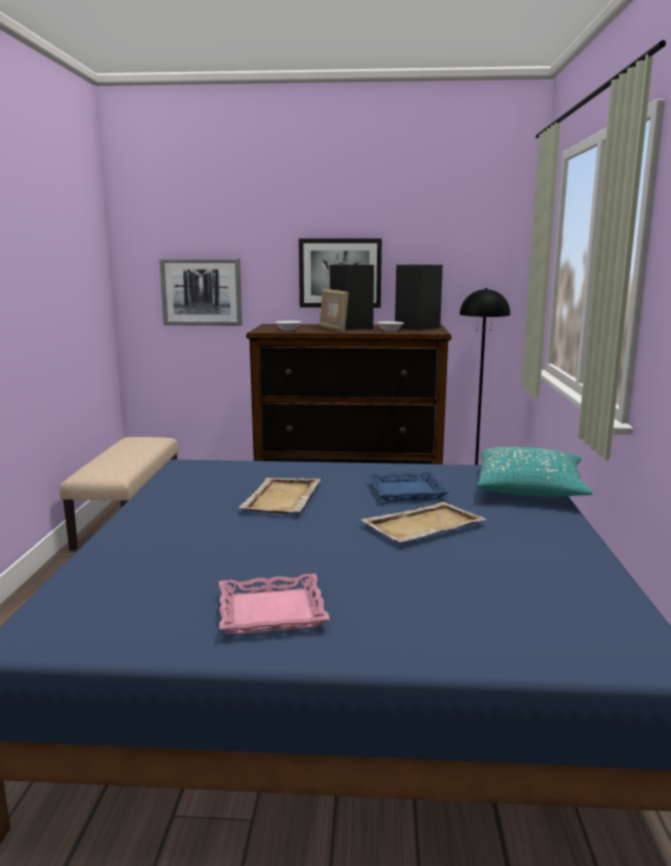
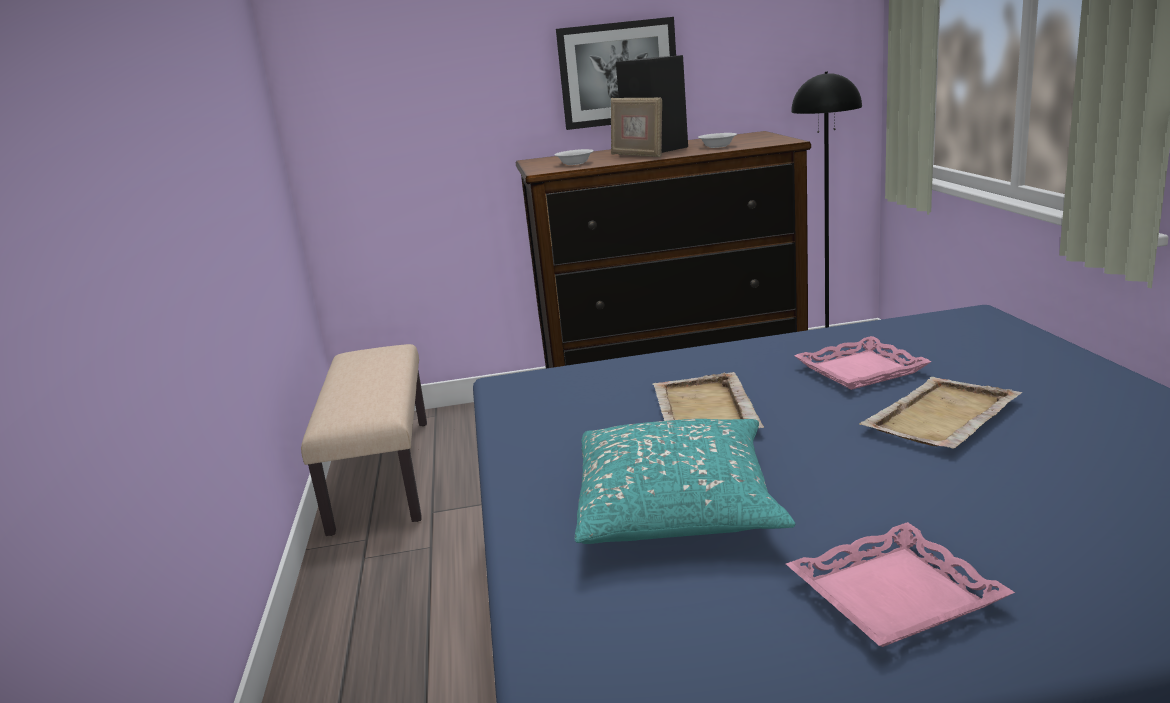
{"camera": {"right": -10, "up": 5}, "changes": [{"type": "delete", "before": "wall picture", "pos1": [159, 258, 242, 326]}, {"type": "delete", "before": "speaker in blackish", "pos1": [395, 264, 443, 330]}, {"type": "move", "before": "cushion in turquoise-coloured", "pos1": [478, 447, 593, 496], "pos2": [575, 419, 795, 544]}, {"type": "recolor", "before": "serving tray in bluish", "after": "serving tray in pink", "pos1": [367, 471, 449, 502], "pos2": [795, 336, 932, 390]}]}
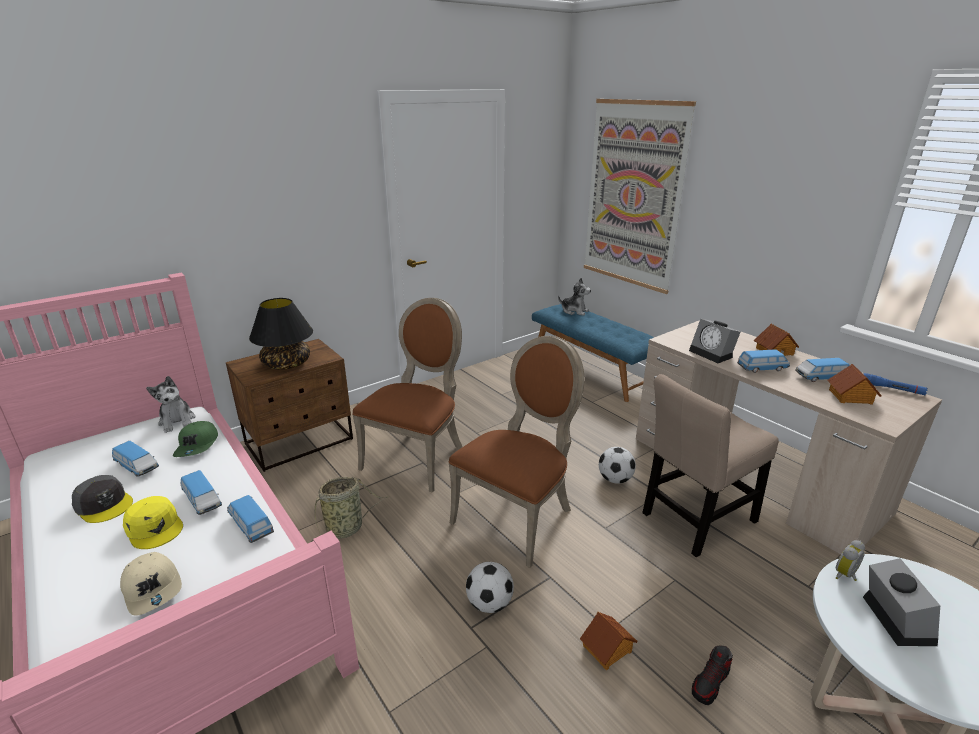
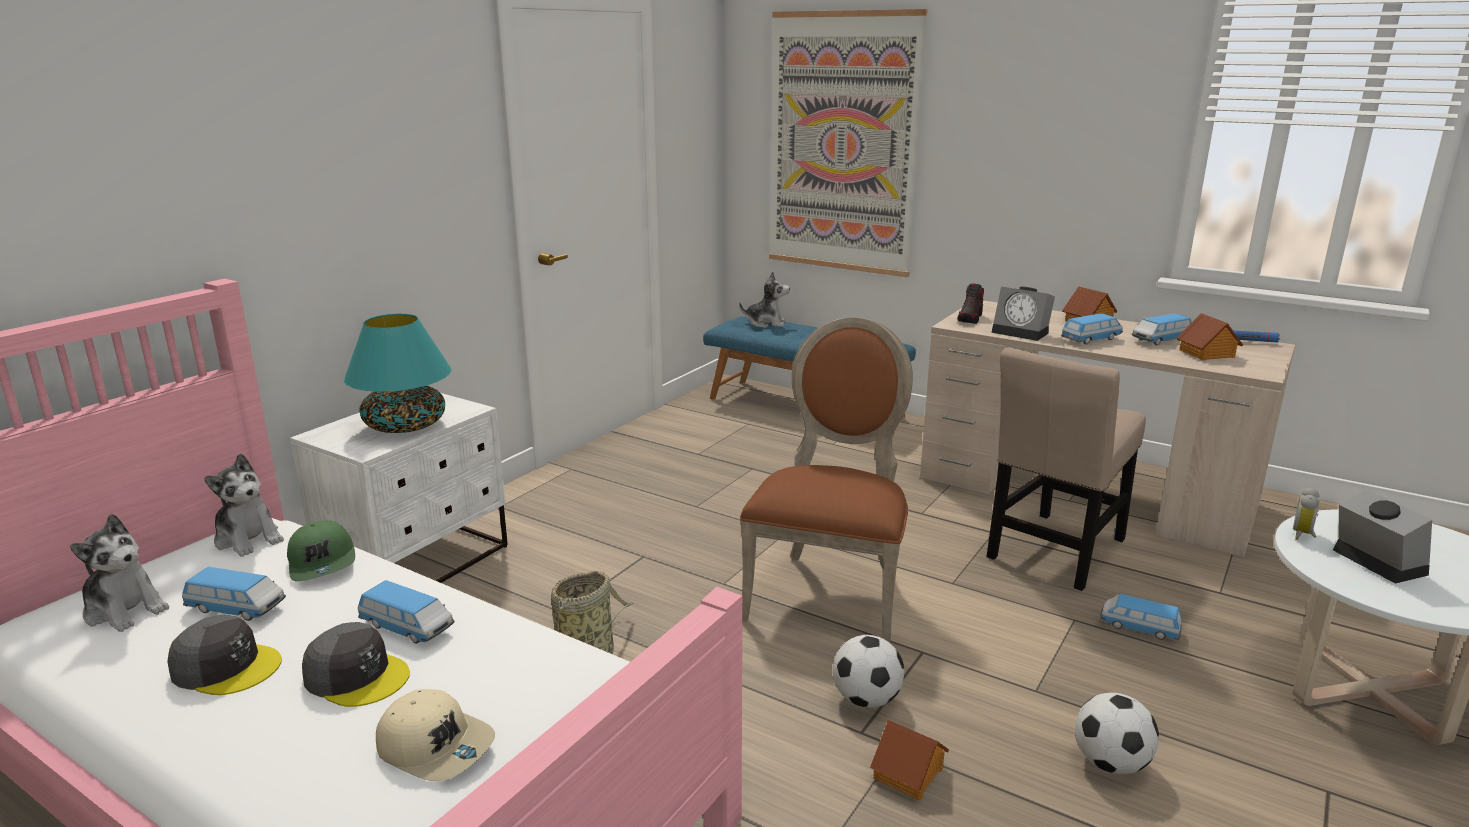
{"camera": {"right": -20, "up": -5}, "changes": [{"type": "recolor", "before": "lamp for a table in blackish", "after": "lamp for a table in turquoise-coloured", "pos1": [249, 298, 313, 370], "pos2": [344, 313, 451, 433]}, {"type": "delete", "before": "plain chair in brownish", "pos1": [352, 298, 462, 493]}, {"type": "recolor", "before": "bedside table in brownish", "after": "bedside table in whitish", "pos1": [226, 339, 353, 472], "pos2": [290, 393, 508, 583]}, {"type": "move", "before": "ball for football", "pos1": [599, 447, 636, 484], "pos2": [1075, 693, 1159, 774]}, {"type": "move", "before": "toy car", "pos1": [227, 495, 274, 543], "pos2": [1101, 594, 1182, 640]}, {"type": "recolor", "before": "peaked cap in yellow", "after": "peaked cap in greyish", "pos1": [123, 496, 183, 549], "pos2": [302, 622, 410, 707]}, {"type": "move", "before": "miniature house", "pos1": [580, 612, 638, 670], "pos2": [870, 720, 949, 800]}, {"type": "move", "before": "low shoe", "pos1": [692, 645, 733, 705], "pos2": [957, 283, 984, 324]}, {"type": "insert", "after": "cuddly toy", "pos2": [70, 514, 169, 632]}]}
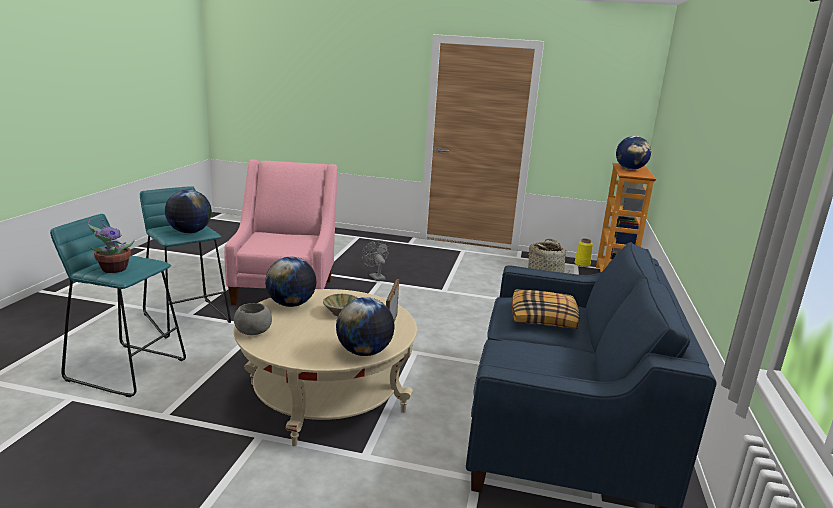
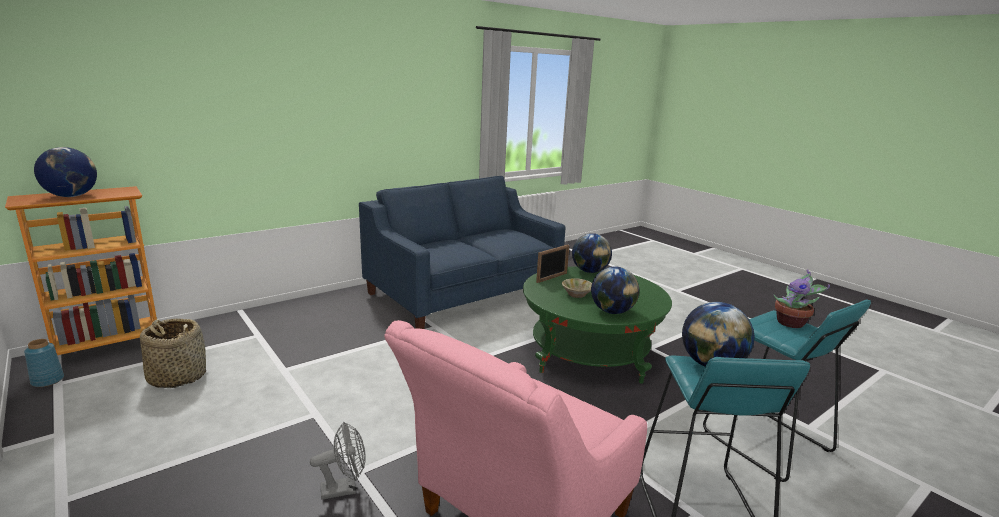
{"camera": {"right": -140, "up": 0}, "changes": [{"type": "recolor", "before": "flower vase in yellow", "after": "flower vase in bluish", "pos1": [574, 238, 593, 267], "pos2": [24, 339, 64, 387]}, {"type": "rotate", "before": "electric fan in greyish", "pos1": [361, 240, 389, 281], "pos2": [310, 422, 366, 500], "turn": -120}, {"type": "recolor", "before": "low table in beige-coloured", "after": "low table in greenish", "pos1": [234, 289, 417, 446], "pos2": [523, 266, 672, 384]}, {"type": "delete", "before": "cushion", "pos1": [512, 289, 580, 329]}, {"type": "delete", "before": "bowl in greyish", "pos1": [234, 303, 272, 335]}]}
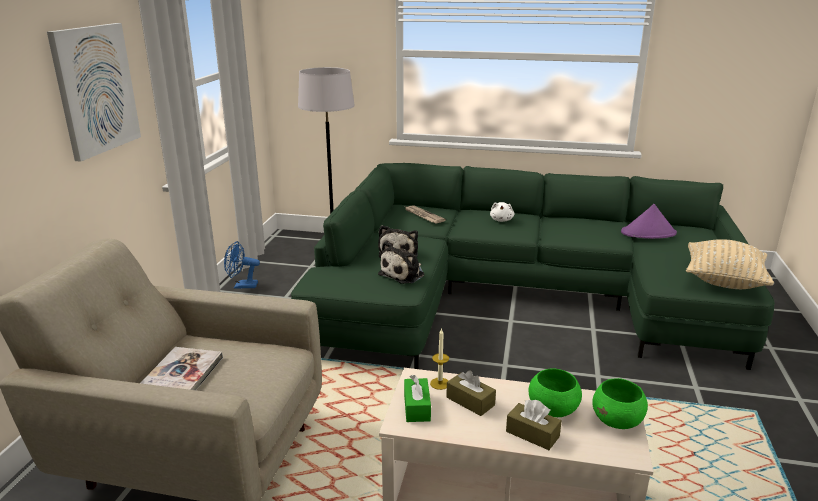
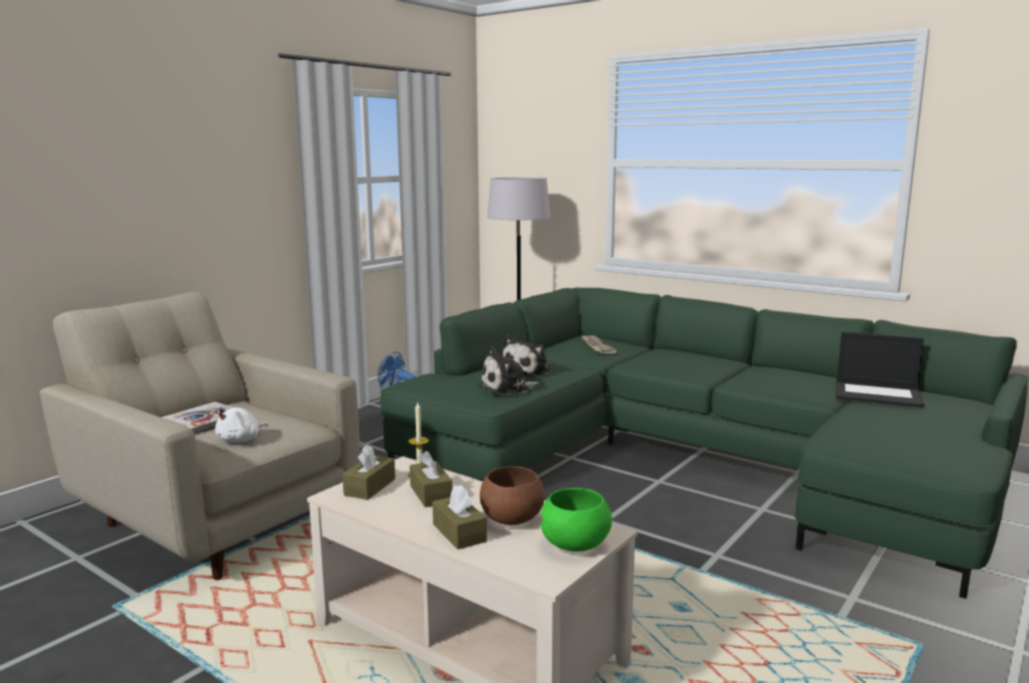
{"camera": {"right": 25, "up": -10}, "changes": [{"type": "delete", "before": "wall picture", "pos1": [47, 23, 141, 162]}, {"type": "move", "before": "cuddly toy in whitish", "pos1": [490, 202, 514, 222], "pos2": [215, 406, 269, 443]}, {"type": "replace", "before": "clothing hat in purple", "after": "laptop", "pos1": [621, 204, 677, 239], "pos2": [836, 332, 924, 408]}, {"type": "delete", "before": "cushion in beige-coloured", "pos1": [686, 239, 774, 289]}, {"type": "recolor", "before": "bowl in greenish", "after": "bowl in brownish", "pos1": [529, 368, 582, 417], "pos2": [480, 467, 545, 525]}, {"type": "recolor", "before": "tissue box in greenish", "after": "tissue box in brownish", "pos1": [404, 375, 431, 422], "pos2": [342, 444, 395, 500]}]}
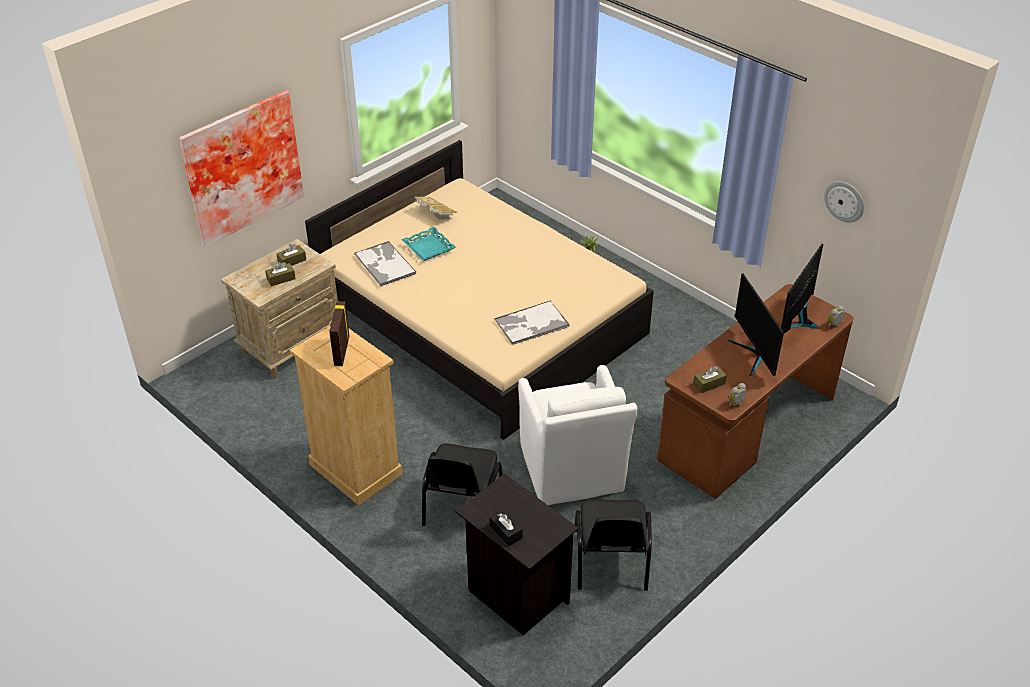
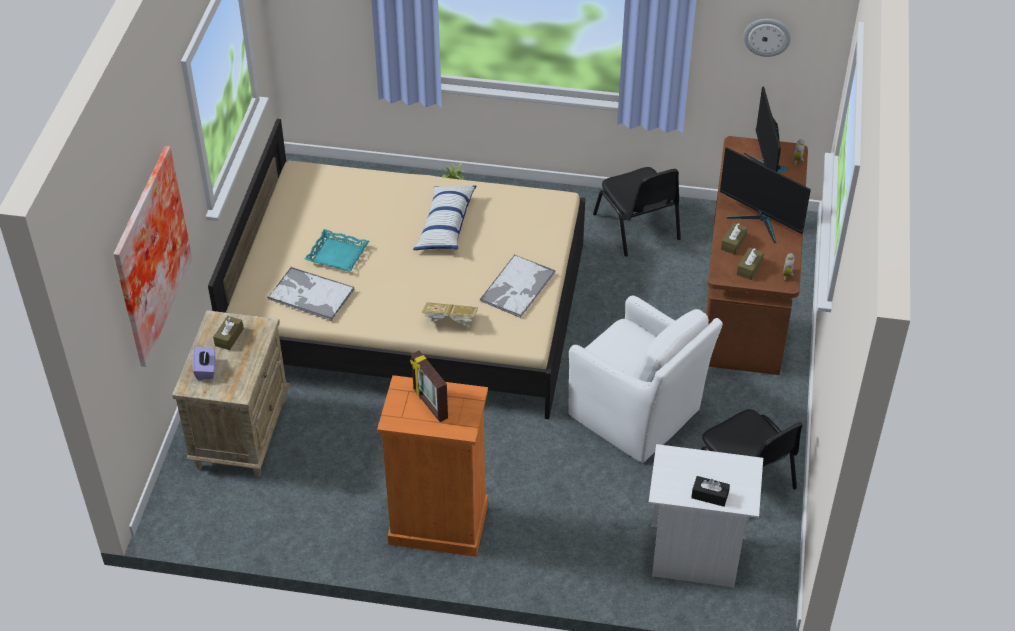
{"camera": {"right": -35, "up": 5}, "changes": [{"type": "move", "before": "bound book", "pos1": [415, 197, 458, 220], "pos2": [422, 302, 478, 327]}, {"type": "move", "before": "tissue box in brownish", "pos1": [265, 262, 296, 286], "pos2": [721, 223, 748, 255]}, {"type": "recolor", "before": "chest of drawers in beige-coloured", "after": "chest of drawers in orange", "pos1": [290, 326, 402, 505], "pos2": [377, 375, 488, 557]}, {"type": "move", "before": "plain chair in blackish", "pos1": [422, 443, 503, 526], "pos2": [593, 167, 681, 257]}, {"type": "recolor", "before": "bedside table in blackish", "after": "bedside table in whitish", "pos1": [455, 474, 579, 636], "pos2": [649, 444, 763, 588]}, {"type": "insert", "after": "cushion", "pos2": [413, 185, 476, 250]}, {"type": "insert", "after": "tissue box in purple", "pos2": [193, 347, 215, 380]}]}
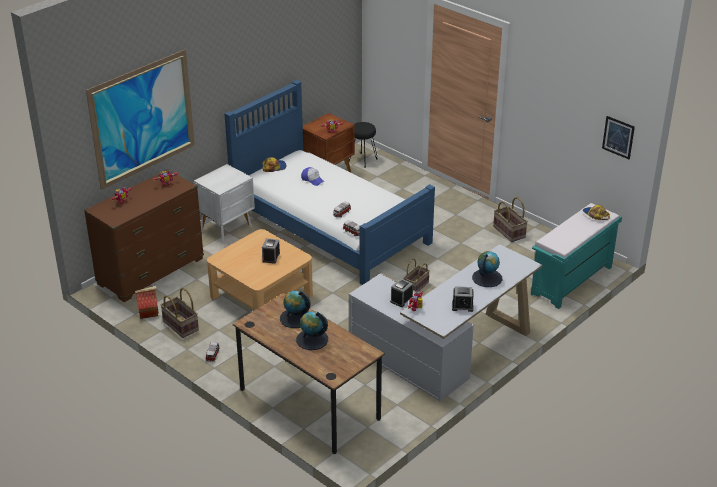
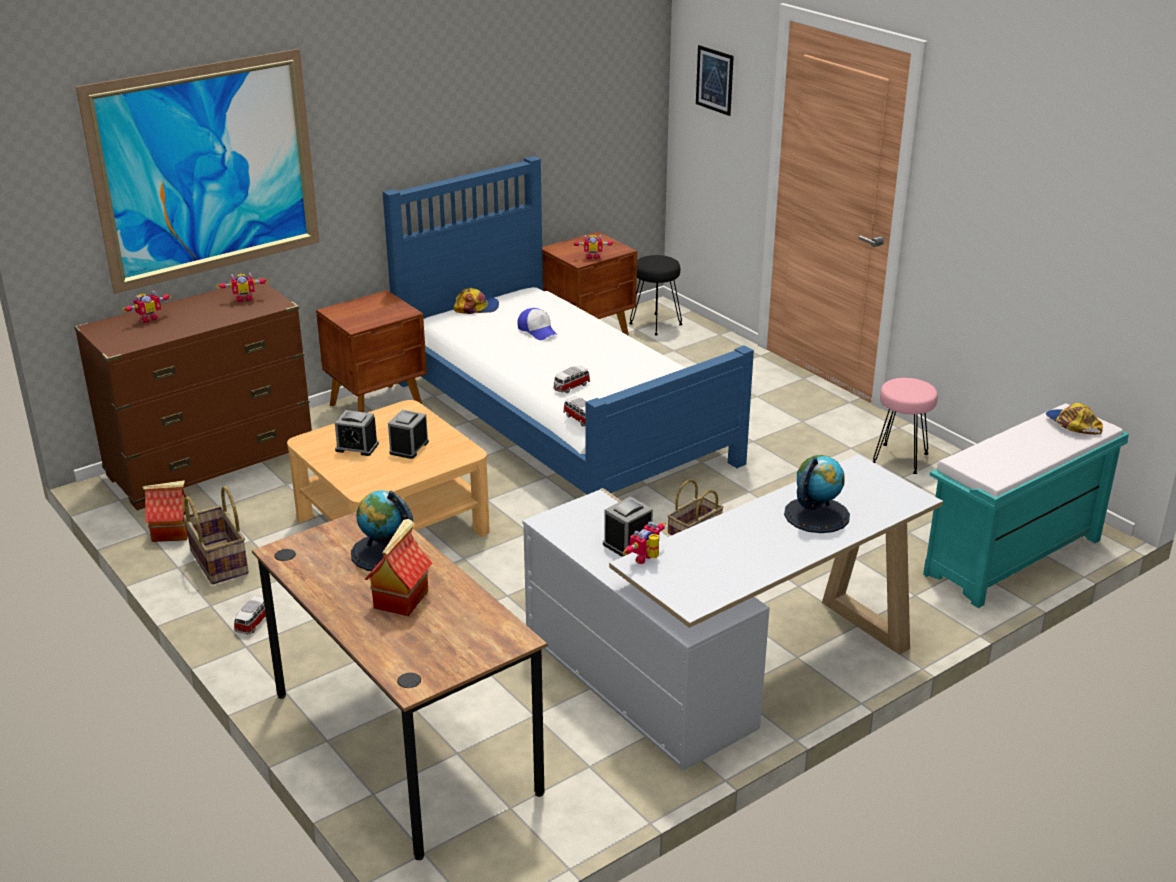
{"camera": {"right": 10, "up": -5}, "changes": [{"type": "move", "before": "wall picture", "pos1": [602, 116, 635, 159], "pos2": [696, 45, 734, 116]}, {"type": "recolor", "before": "bedside table in whitish", "after": "bedside table in brownish", "pos1": [194, 164, 255, 242], "pos2": [316, 290, 427, 412]}, {"type": "replace", "before": "basket", "after": "stool in pink", "pos1": [493, 197, 528, 242], "pos2": [873, 378, 938, 474]}, {"type": "move", "before": "alarm clock", "pos1": [452, 286, 473, 312], "pos2": [335, 410, 379, 456]}, {"type": "replace", "before": "world globe", "after": "miniature house", "pos1": [296, 311, 328, 350], "pos2": [364, 519, 432, 616]}]}
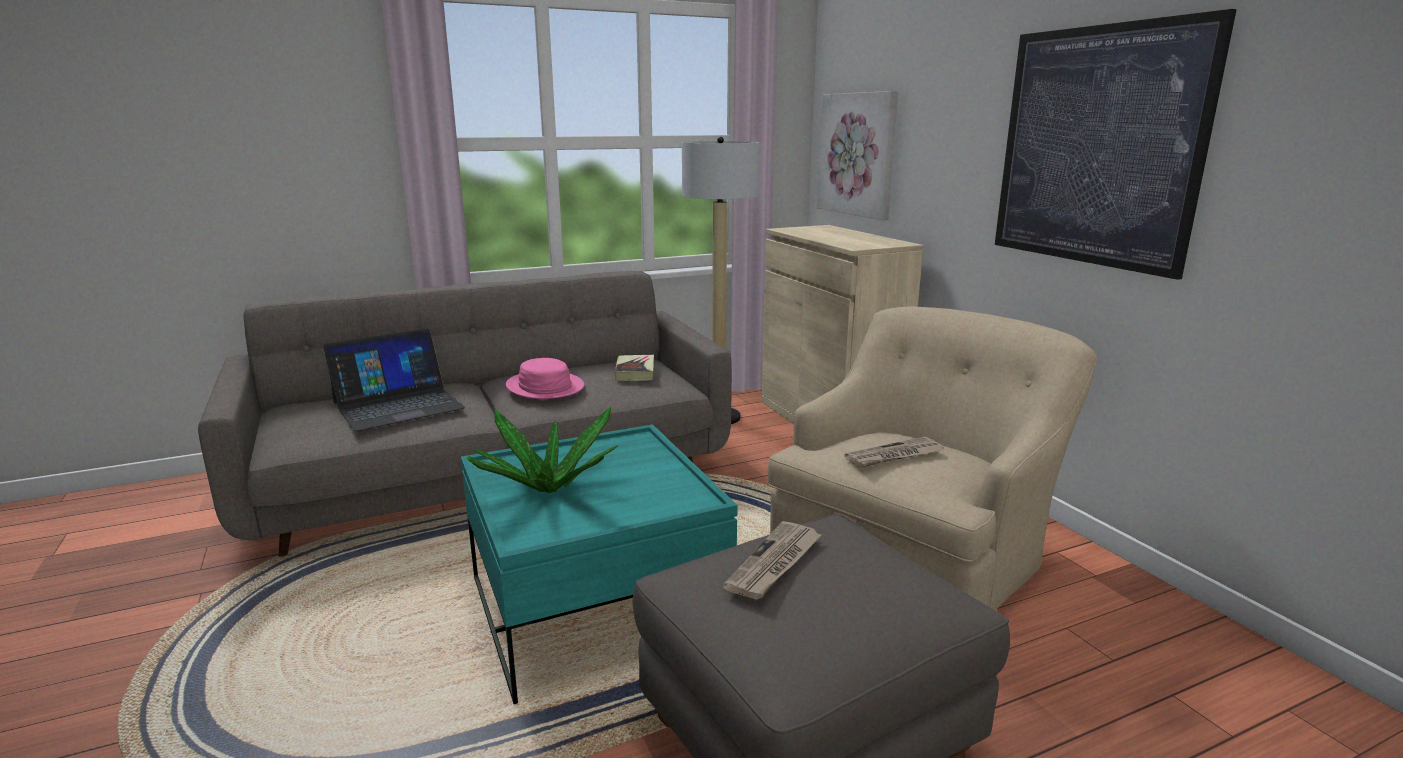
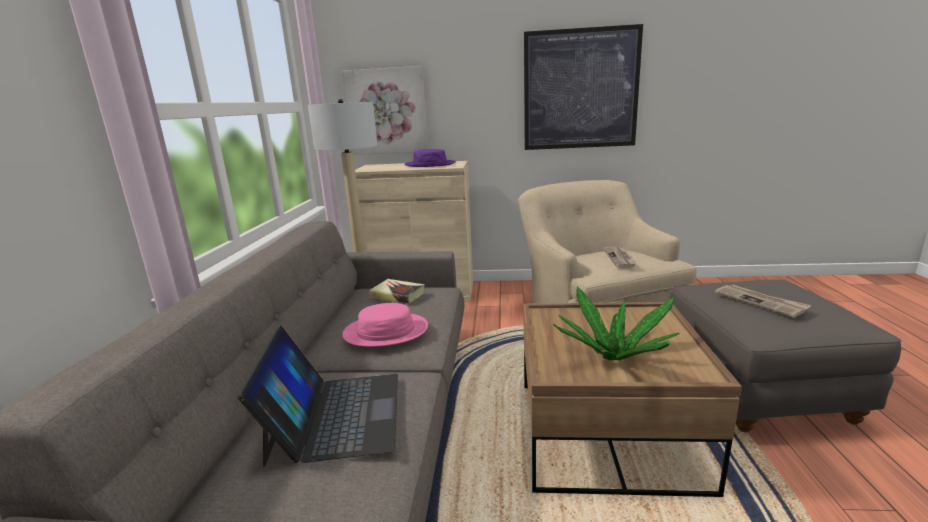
{"camera": {"right": -60, "up": 0}, "changes": [{"type": "recolor", "before": "low table in turquoise-coloured", "after": "low table in brownish", "pos1": [461, 425, 738, 704], "pos2": [523, 302, 742, 497]}, {"type": "insert", "after": "clothing hat in purple", "pos2": [404, 149, 456, 167]}]}
